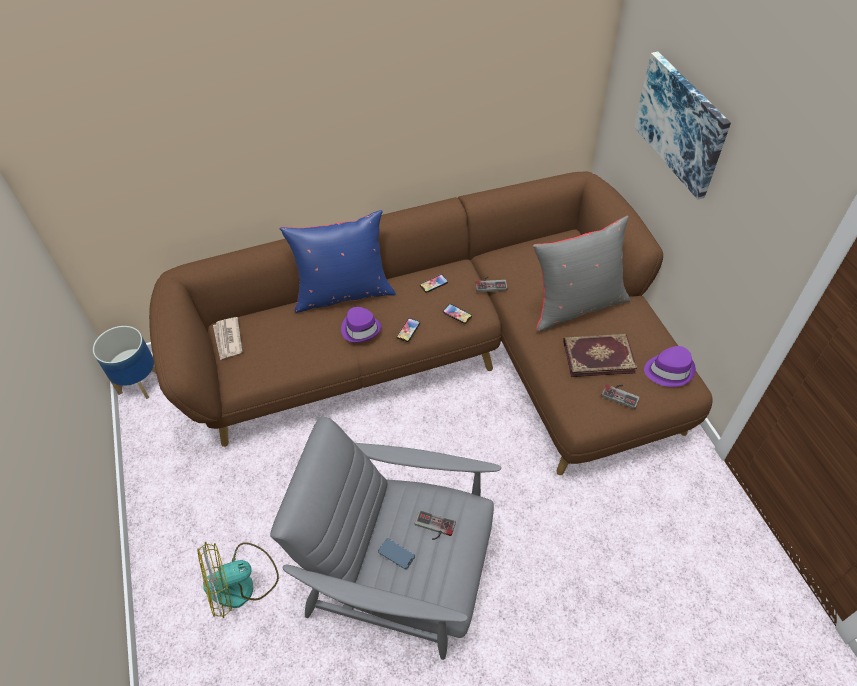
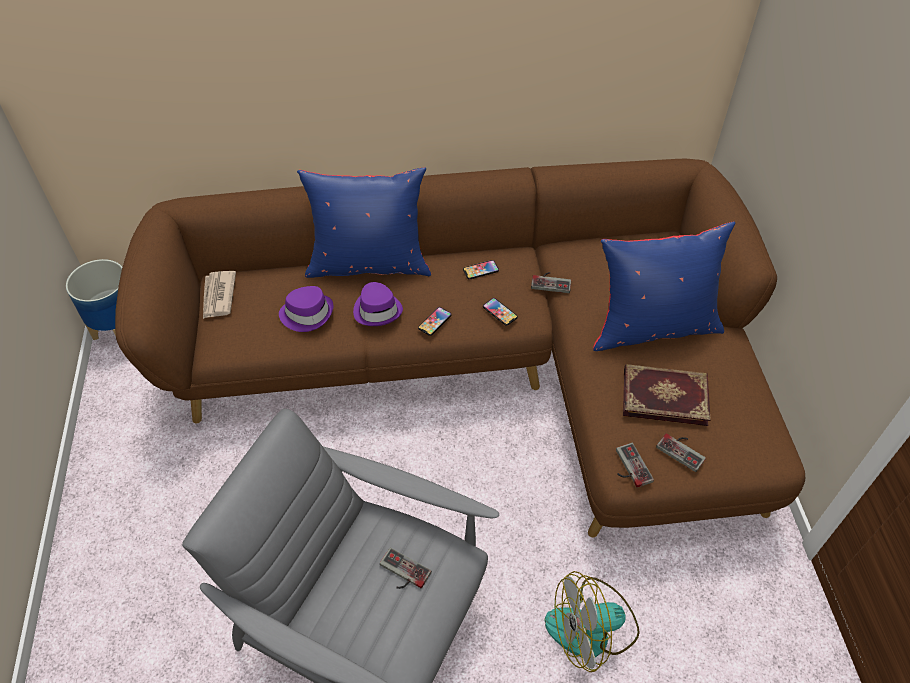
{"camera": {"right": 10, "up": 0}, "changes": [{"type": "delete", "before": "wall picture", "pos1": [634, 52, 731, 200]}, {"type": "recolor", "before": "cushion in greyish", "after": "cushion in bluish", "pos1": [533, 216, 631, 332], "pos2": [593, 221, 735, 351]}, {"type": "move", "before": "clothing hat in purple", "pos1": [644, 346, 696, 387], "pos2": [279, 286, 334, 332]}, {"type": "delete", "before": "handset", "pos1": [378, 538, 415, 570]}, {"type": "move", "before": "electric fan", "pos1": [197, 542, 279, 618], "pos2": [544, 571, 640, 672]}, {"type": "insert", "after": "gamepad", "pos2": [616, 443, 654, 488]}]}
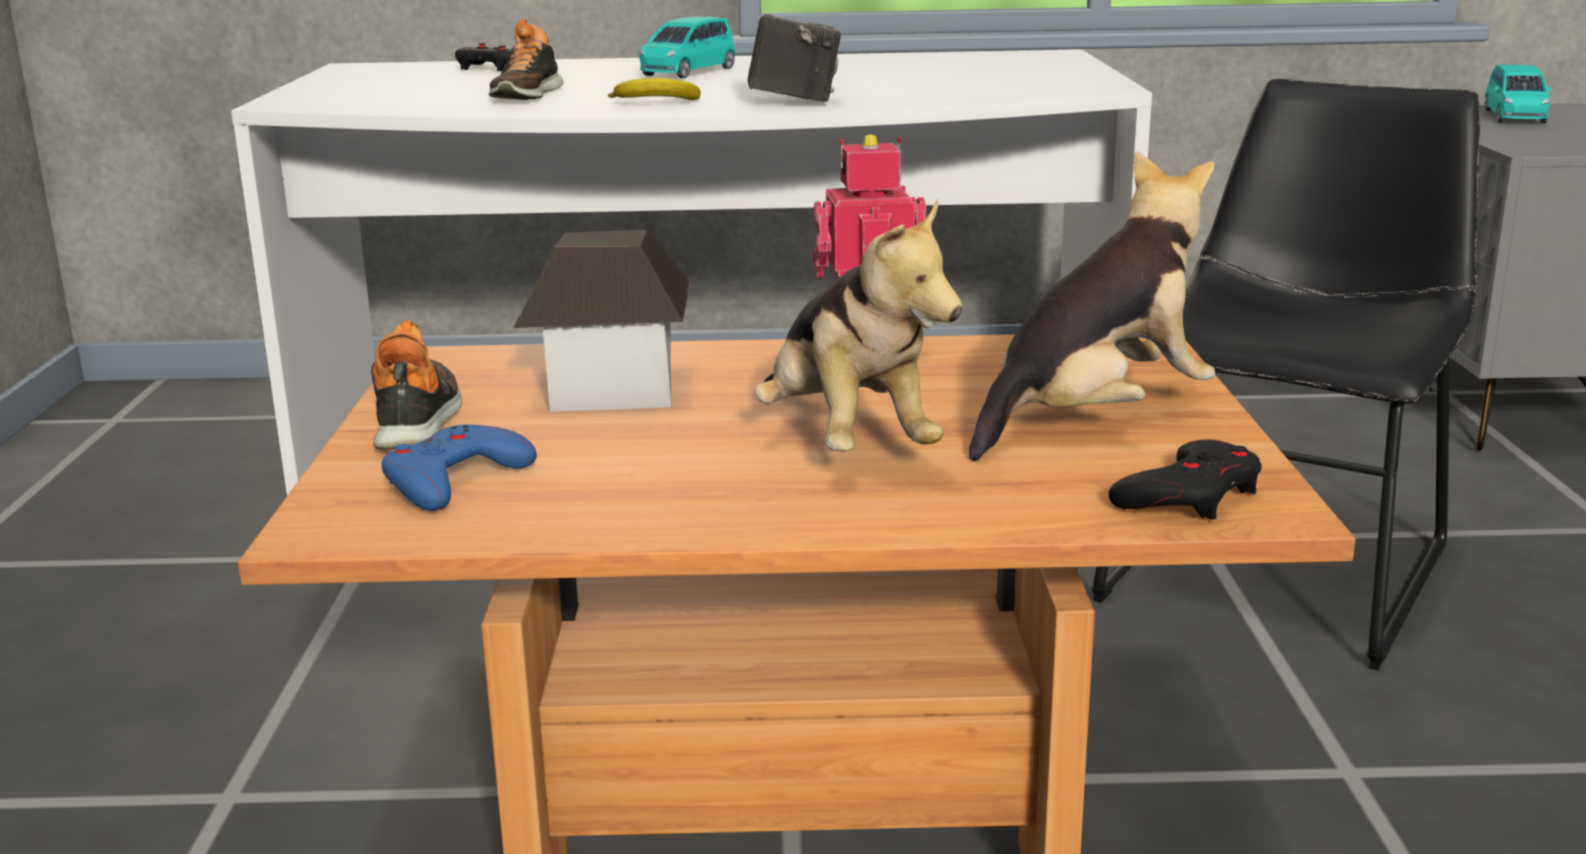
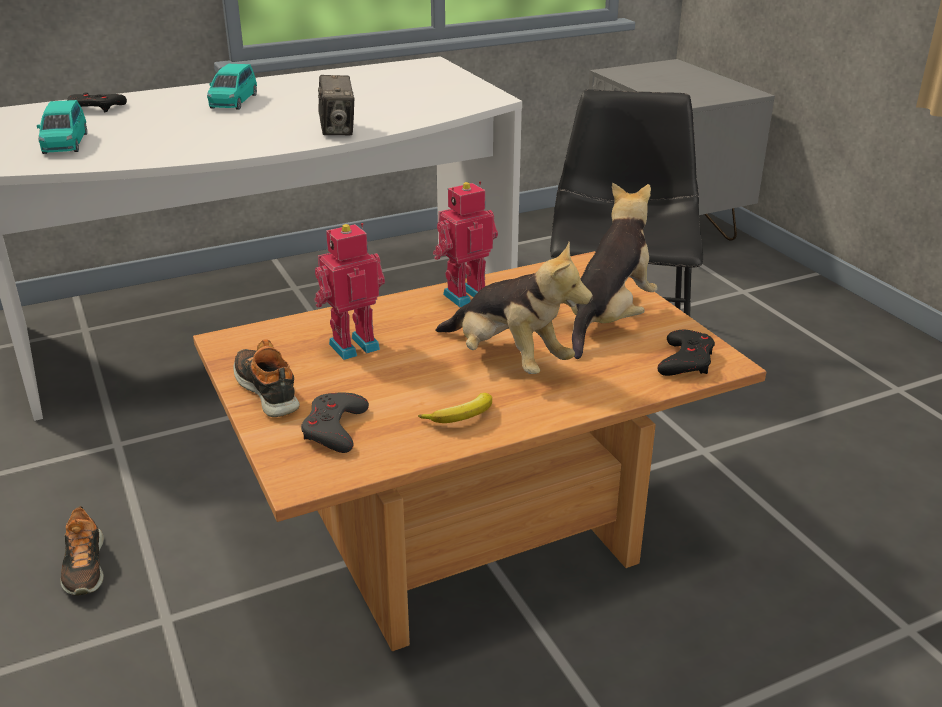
{"camera": {"right": -25, "up": 10}, "changes": [{"type": "rotate", "before": "photo camera", "pos1": [747, 14, 841, 102], "pos2": [318, 75, 354, 135], "turn": 105}, {"type": "move", "before": "low shoe", "pos1": [489, 19, 563, 100], "pos2": [61, 506, 104, 596]}, {"type": "move", "before": "toy car in turquoise-coloured", "pos1": [1485, 65, 1552, 123], "pos2": [37, 100, 87, 154]}, {"type": "move", "before": "banana", "pos1": [608, 78, 701, 100], "pos2": [418, 393, 492, 423]}, {"type": "replace", "before": "miniature house", "after": "toy robot", "pos1": [514, 230, 690, 411], "pos2": [314, 223, 385, 360]}, {"type": "recolor", "before": "gamepad in bluish", "after": "gamepad in greyish", "pos1": [381, 424, 537, 511], "pos2": [301, 393, 369, 453]}]}
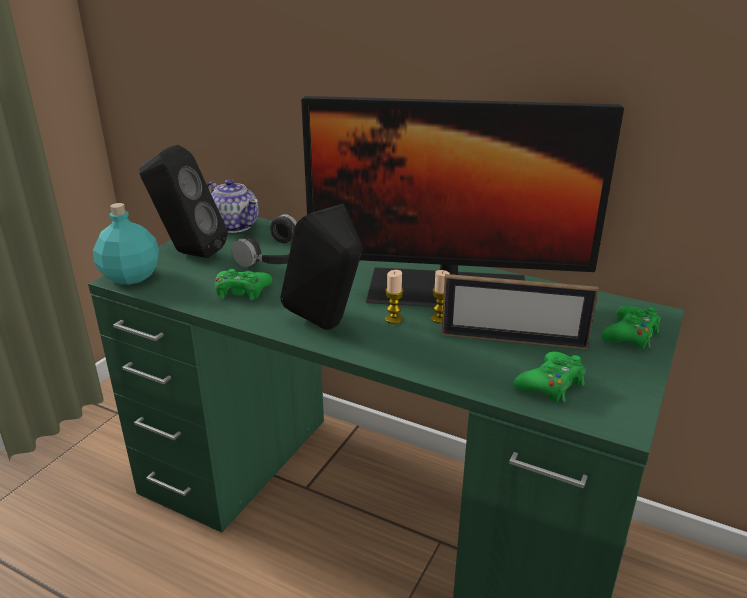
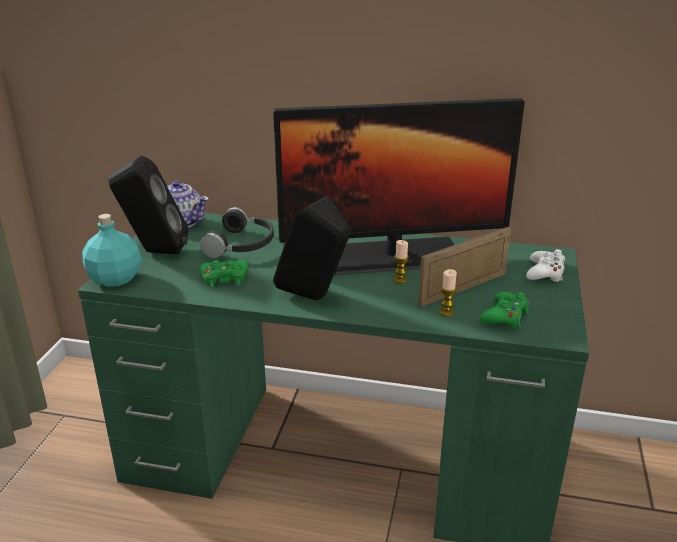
{"camera": {"right": -15, "up": 0}, "changes": [{"type": "move", "before": "candle", "pos1": [385, 270, 404, 324], "pos2": [439, 269, 457, 316]}, {"type": "rotate", "before": "picture frame", "pos1": [441, 274, 599, 350], "pos2": [418, 227, 511, 307], "turn": 150}, {"type": "recolor", "before": "gamepad in greenish", "after": "gamepad in whitish", "pos1": [601, 306, 660, 349], "pos2": [526, 249, 565, 282]}]}
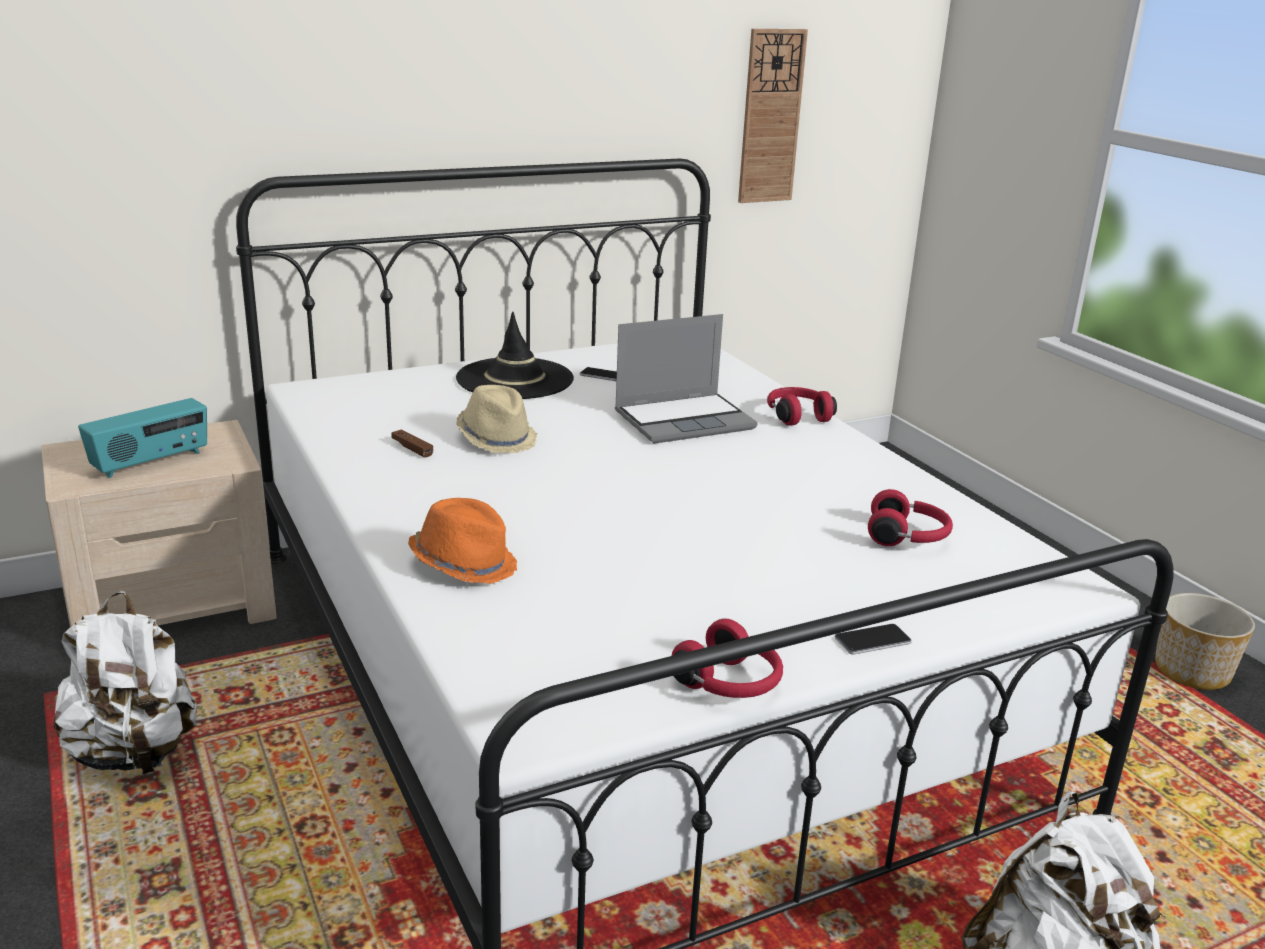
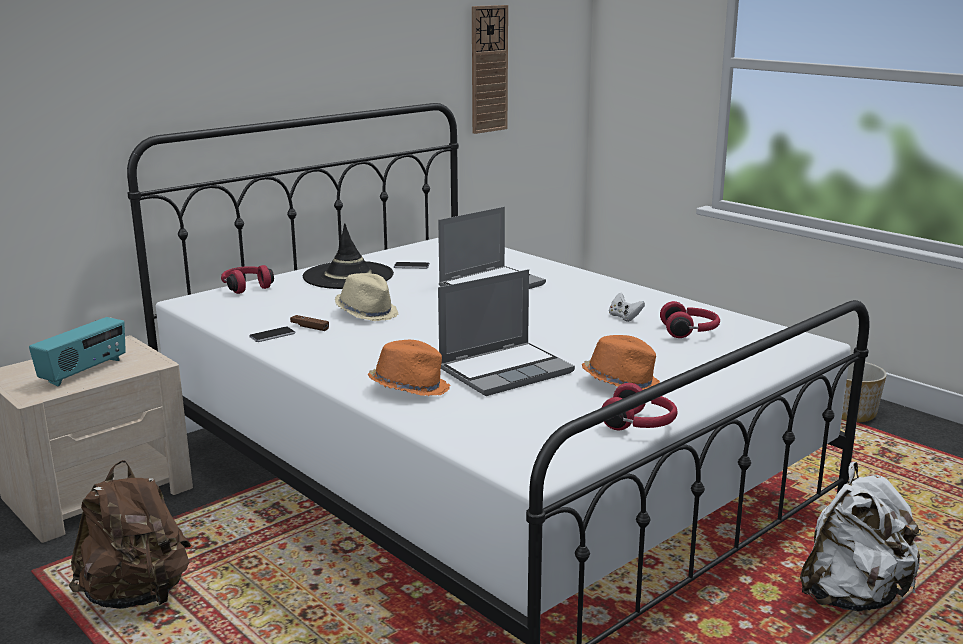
{"camera": {"right": -15, "up": -5}, "changes": [{"type": "move", "before": "headphones in reddish", "pos1": [767, 387, 837, 426], "pos2": [221, 265, 274, 294]}, {"type": "recolor", "before": "backpack in whitish", "after": "backpack in brownish", "pos1": [53, 591, 197, 776], "pos2": [69, 460, 191, 609]}, {"type": "move", "before": "handset", "pos1": [835, 624, 912, 655], "pos2": [249, 327, 295, 342]}, {"type": "insert", "after": "laptop", "pos2": [438, 269, 575, 396]}, {"type": "insert", "after": "gamepad in whitish", "pos2": [609, 293, 645, 322]}, {"type": "insert", "after": "clothing hat in orange", "pos2": [582, 335, 660, 390]}]}
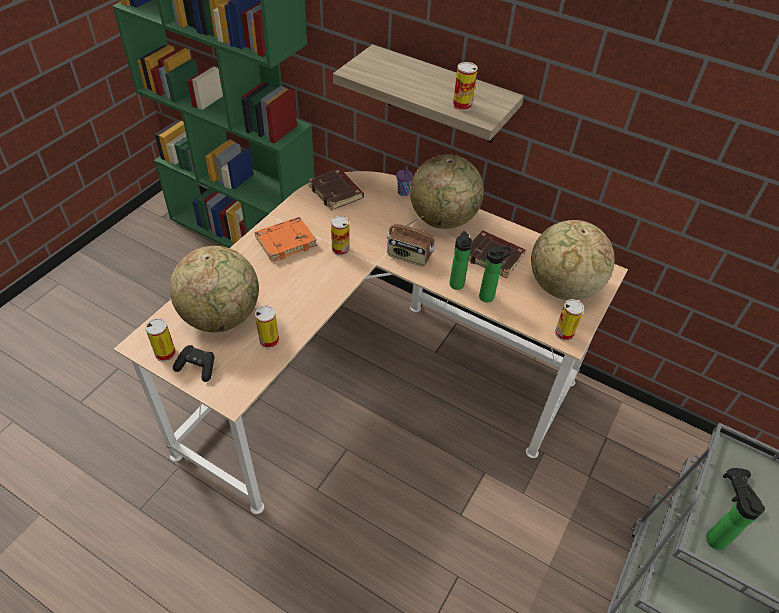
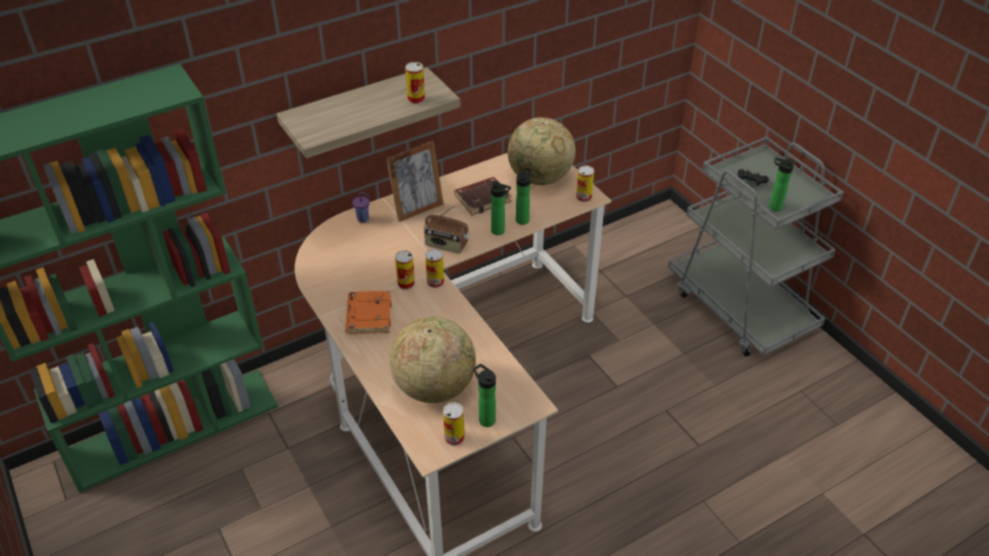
{"camera": {"right": -60, "up": -5}, "changes": [{"type": "replace", "before": "world globe", "after": "picture frame", "pos1": [410, 154, 484, 229], "pos2": [386, 141, 444, 222]}, {"type": "delete", "before": "bound book in brownish", "pos1": [308, 169, 364, 211]}, {"type": "rotate", "before": "radio receiver", "pos1": [387, 216, 435, 266], "pos2": [424, 205, 470, 254], "turn": 60}, {"type": "move", "before": "sealed can", "pos1": [255, 306, 279, 348], "pos2": [425, 249, 444, 288]}, {"type": "replace", "before": "gamepad in blackish", "after": "drink bottle", "pos1": [173, 345, 214, 382], "pos2": [473, 364, 496, 427]}]}
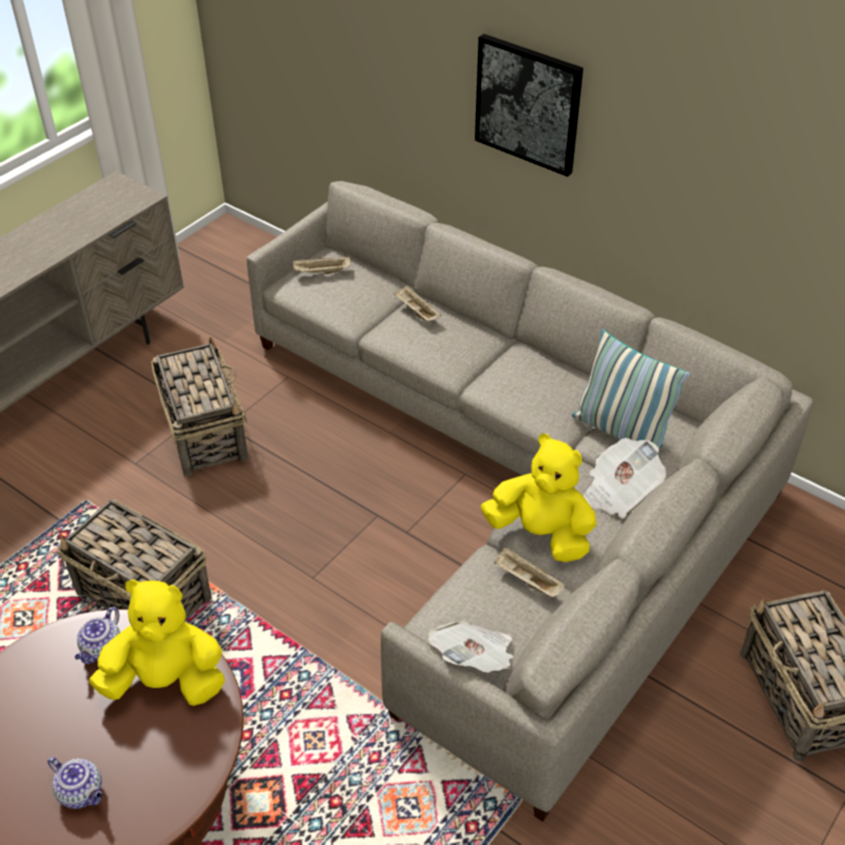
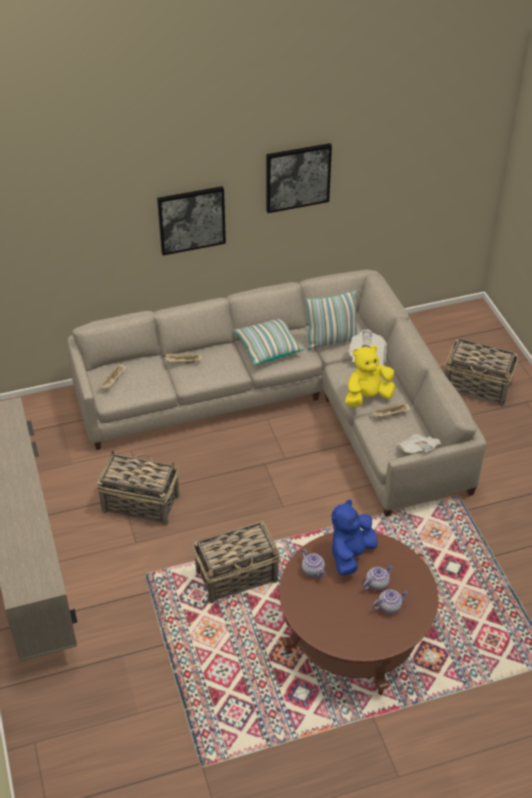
{"camera": {"right": -55, "up": 0}, "changes": [{"type": "recolor", "before": "cuddly toy in yellow", "after": "cuddly toy in bluish", "pos1": [89, 579, 225, 706], "pos2": [332, 500, 377, 576]}, {"type": "insert", "after": "wall picture", "pos2": [266, 143, 332, 213]}, {"type": "insert", "after": "cushion", "pos2": [233, 319, 304, 365]}, {"type": "insert", "after": "tea pot", "pos2": [363, 564, 393, 591]}]}
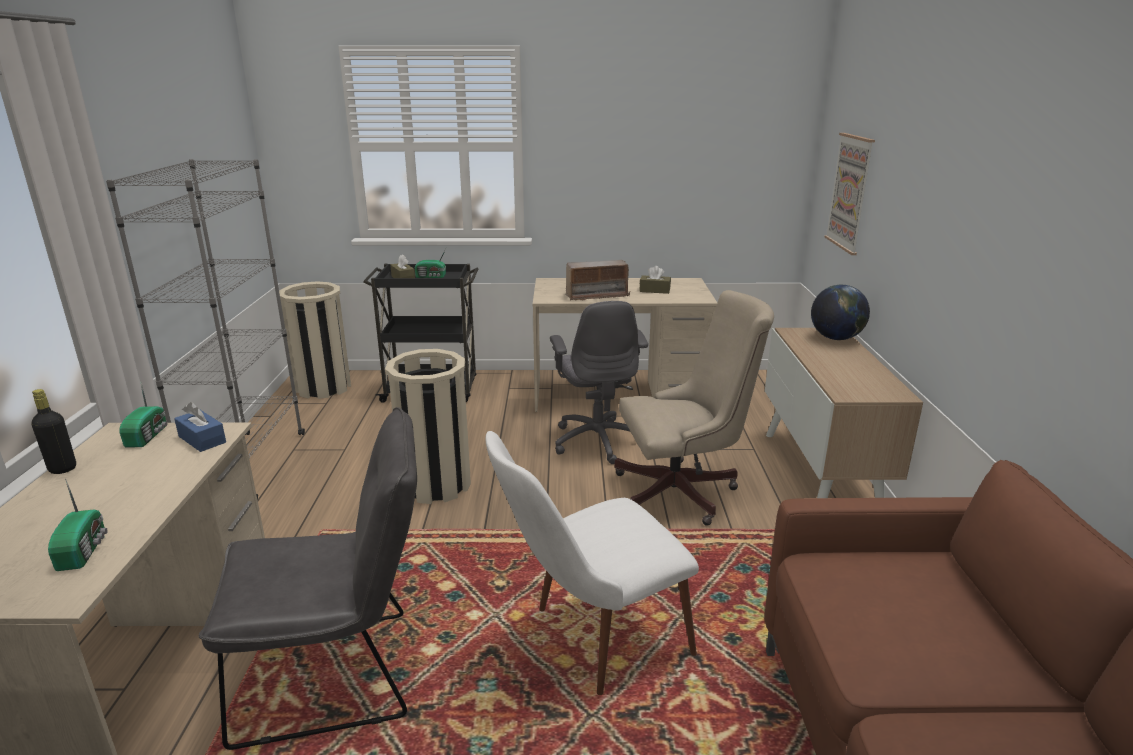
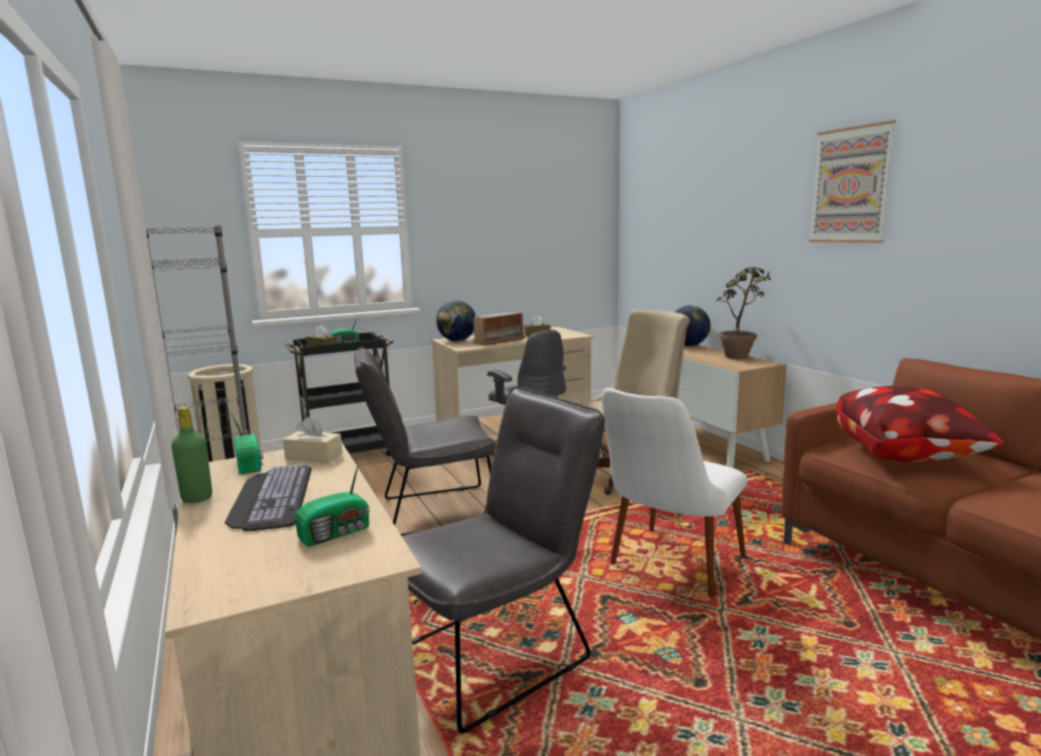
{"camera": {"right": -25, "up": -10}, "changes": [{"type": "move", "before": "wall picture", "pos1": [825, 133, 875, 255], "pos2": [809, 120, 896, 243]}, {"type": "replace", "before": "waste bin in beige-coloured", "after": "plain chair in greyish", "pos1": [385, 349, 471, 504], "pos2": [354, 347, 496, 536]}, {"type": "recolor", "before": "drink bottle in blackish", "after": "drink bottle in greenish", "pos1": [32, 389, 76, 474], "pos2": [171, 407, 212, 503]}, {"type": "recolor", "before": "tissue box in bluish", "after": "tissue box in beige-coloured", "pos1": [174, 402, 226, 452], "pos2": [283, 417, 343, 463]}, {"type": "rotate", "before": "radio receiver", "pos1": [48, 479, 108, 571], "pos2": [295, 458, 370, 547], "turn": 90}, {"type": "insert", "after": "potted plant", "pos2": [716, 268, 771, 359]}, {"type": "insert", "after": "world globe", "pos2": [436, 301, 476, 341]}, {"type": "insert", "after": "cushion", "pos2": [836, 386, 1004, 462]}, {"type": "insert", "after": "keyboard", "pos2": [225, 464, 312, 531]}]}
